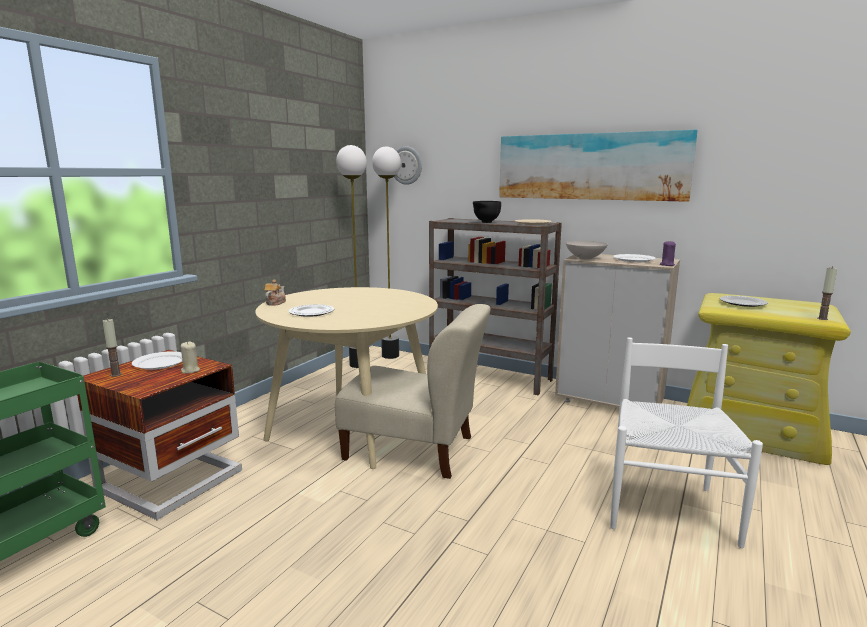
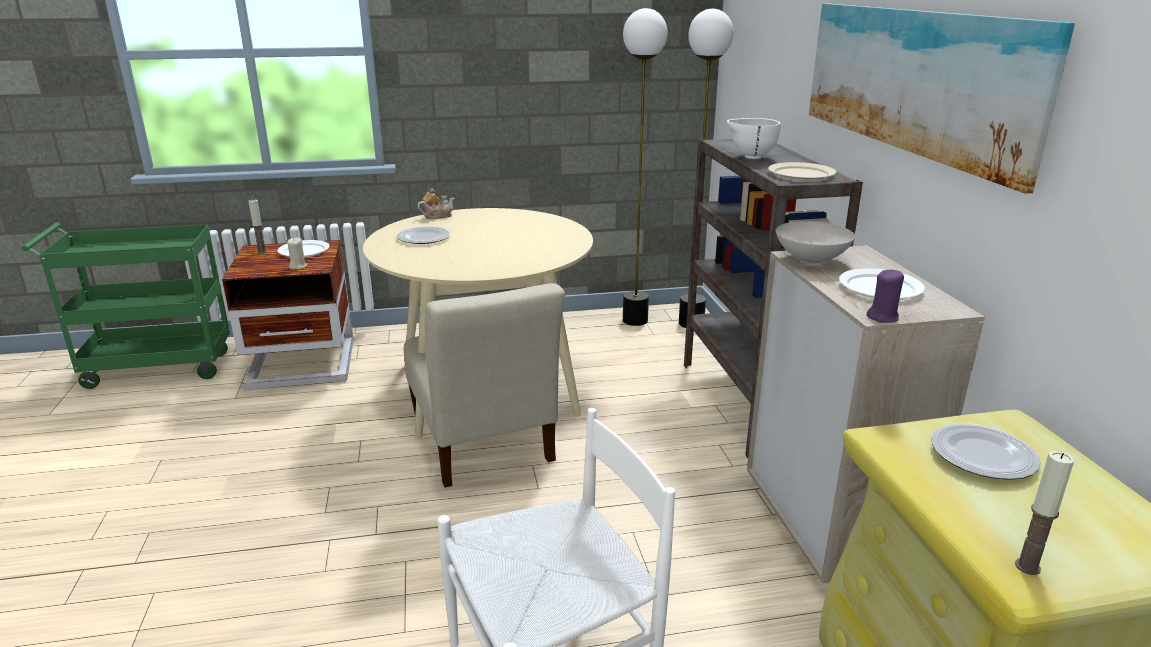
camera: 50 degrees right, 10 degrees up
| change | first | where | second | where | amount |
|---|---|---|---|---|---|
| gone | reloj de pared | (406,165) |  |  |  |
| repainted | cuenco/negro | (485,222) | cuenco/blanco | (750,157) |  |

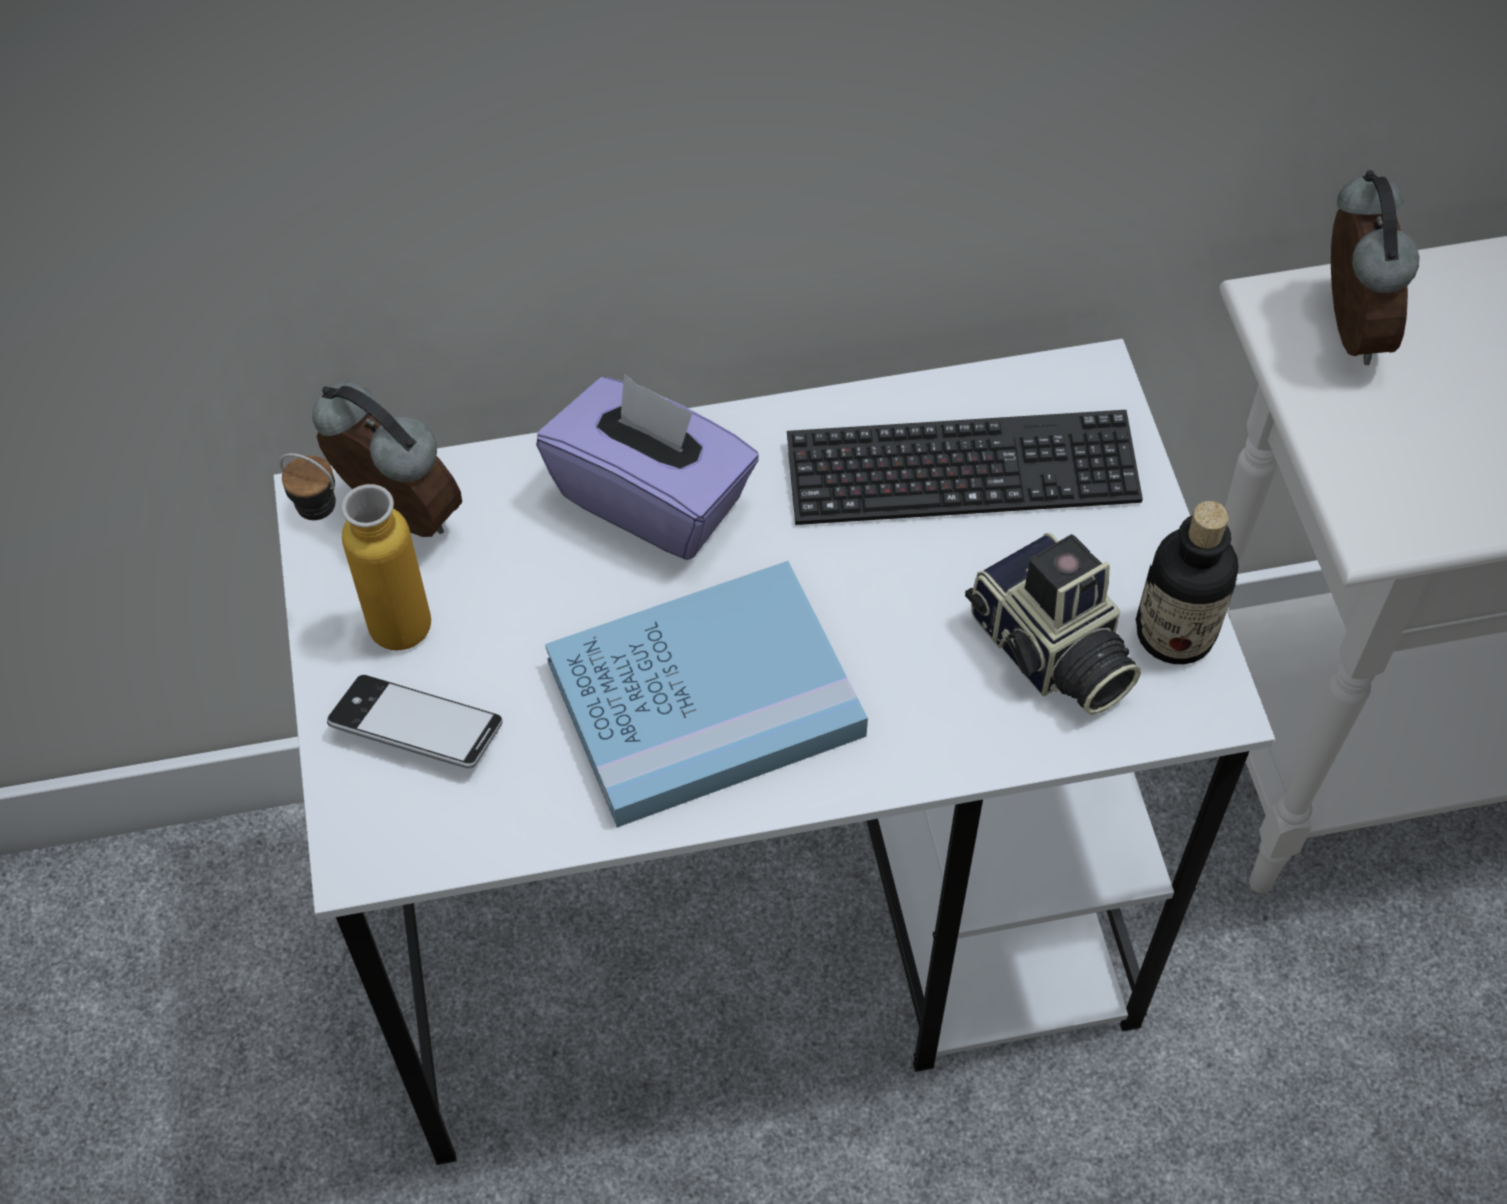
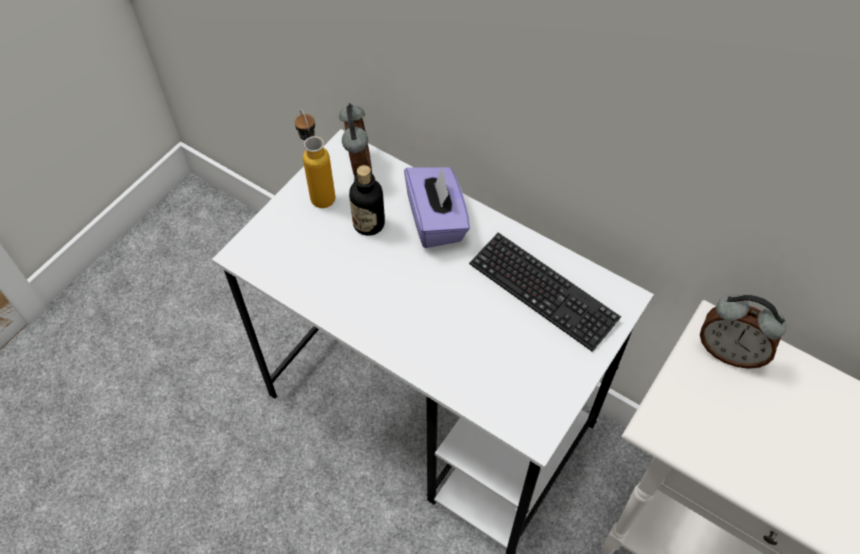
camera: 45 degrees right, 0 degrees up
| change | first | where | second | where | amount |
|---|---|---|---|---|---|
| gone | móvil | (417,729) |  |  |  |
| gone | libro/azul | (705,699) |  |  |  |
| gone | cámara | (1049,654) |  |  |  |
| shifted | botella | (1175,634) |  | (369,224) |  |
| rotated | despertador | (1345,329) |  | (729,351) | 75 degrees clockwise |

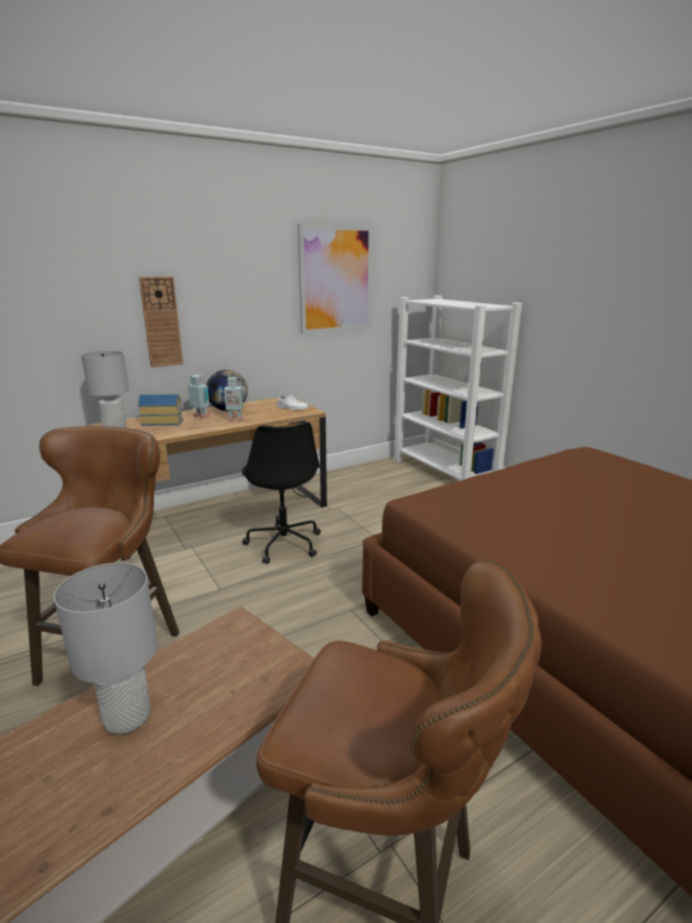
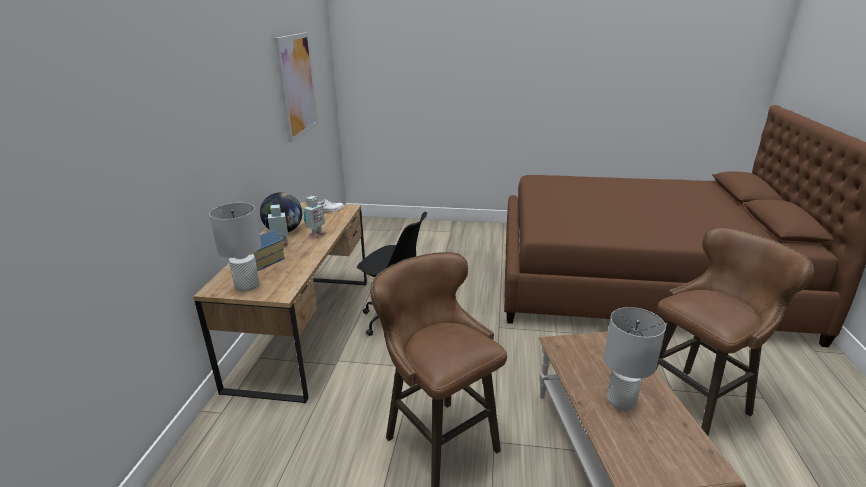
camera: 50 degrees left, 5 degrees up
| change | first | where | second | where | amount |
|---|---|---|---|---|---|
| gone | reloj de pared | (161,322) |  |  |  |
| gone | estantería/blanco | (444,472) |  |  |  |

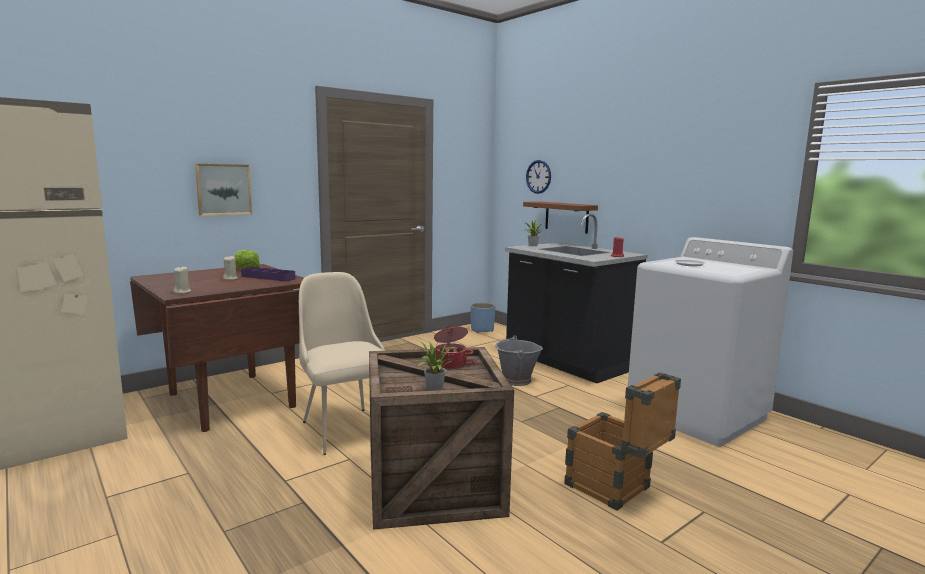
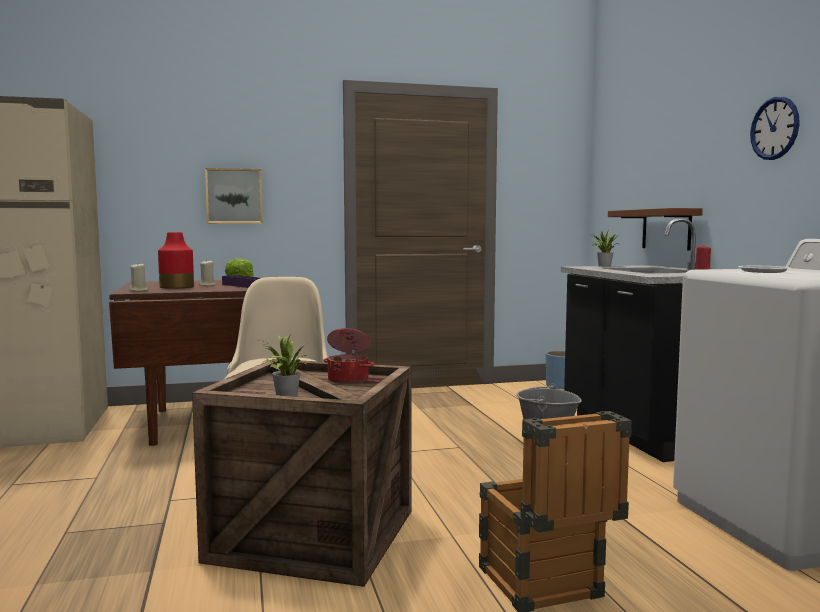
camera: 25 degrees right, 5 degrees down
| change | first | where | second | where | amount |
|---|---|---|---|---|---|
| new |  |  | florero/rojo | (176,287) |  |
| shifted | reloj de pared | (538,176) |  | (774,128) |  |

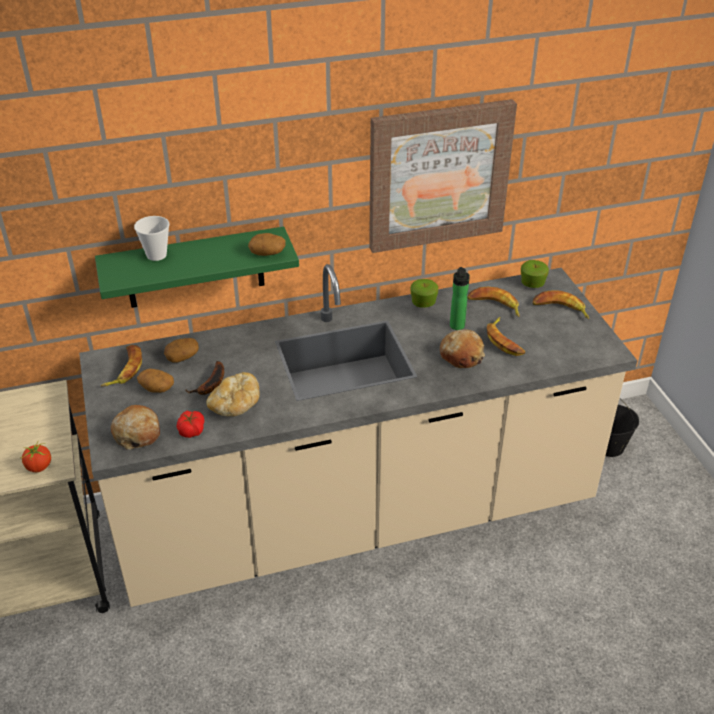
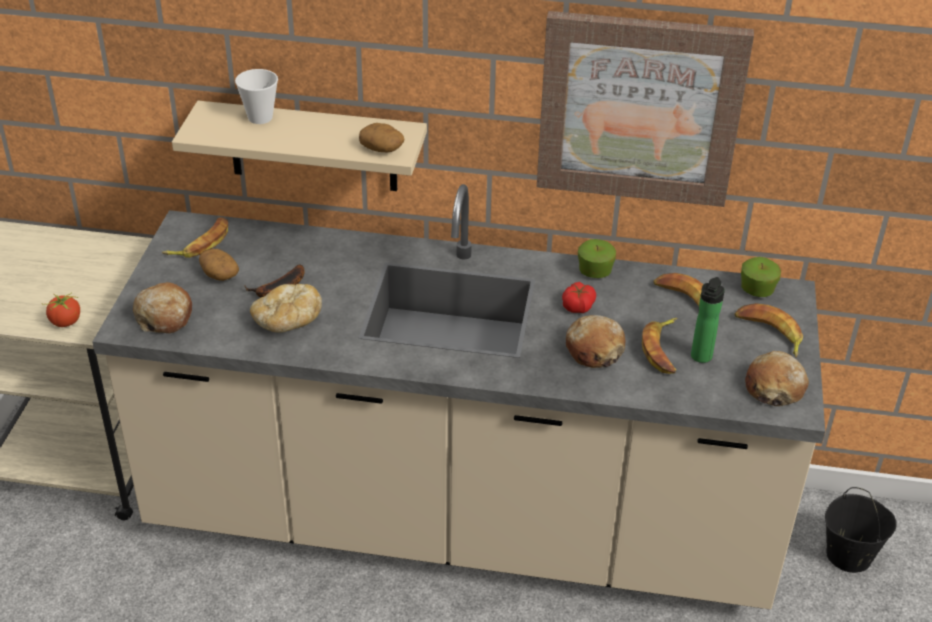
camera: 25 degrees right, 0 degrees up
| change | first | where | second | where | amount |
|---|---|---|---|---|---|
| gone | patata | (182,357) |  |  |  |
| new |  |  | pan | (774,387) |  |
| shifted | tomate | (191,430) |  | (578,305) |  |
| shifted | botella | (457,327) |  | (700,358) |  |
| repainted | estante/verde | (195,268) | estante/beis | (313,146) |  |

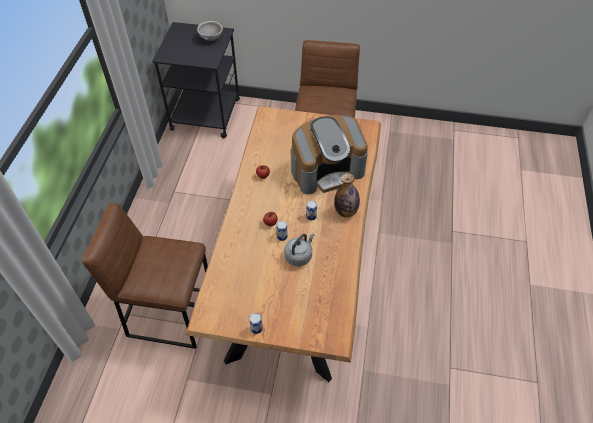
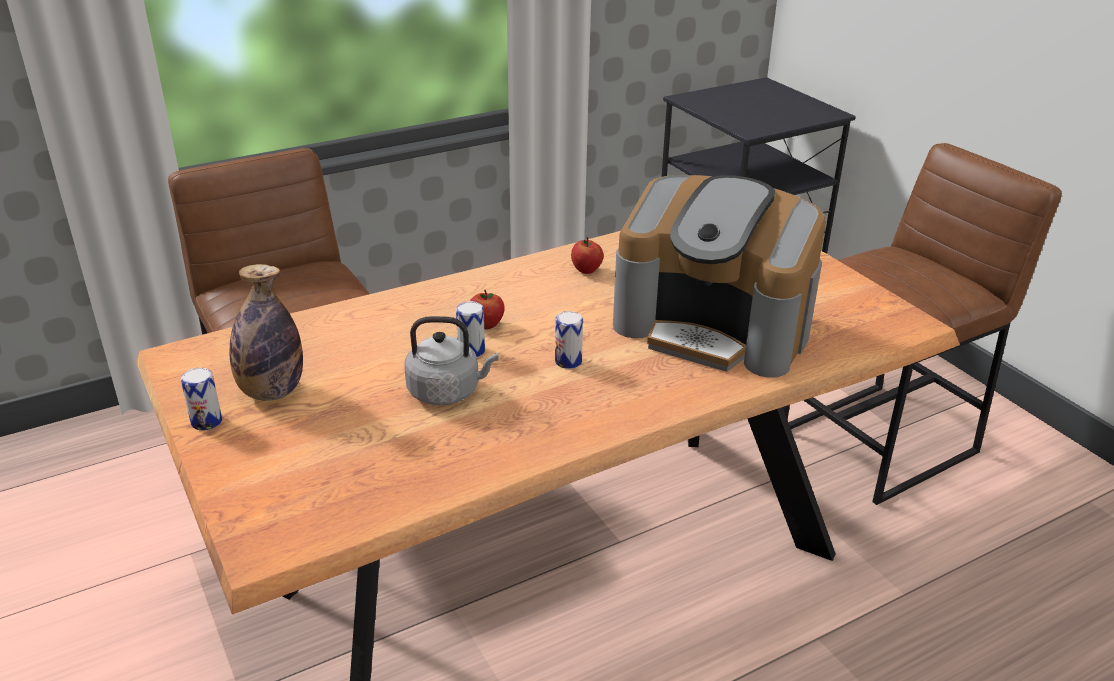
camera: 50 degrees right, 20 degrees down
| change | first | where | second | where | amount |
|---|---|---|---|---|---|
| gone | cuenco/gris | (211,38) |  |  |  |
| shifted | botella | (346,211) |  | (271,392) |  |

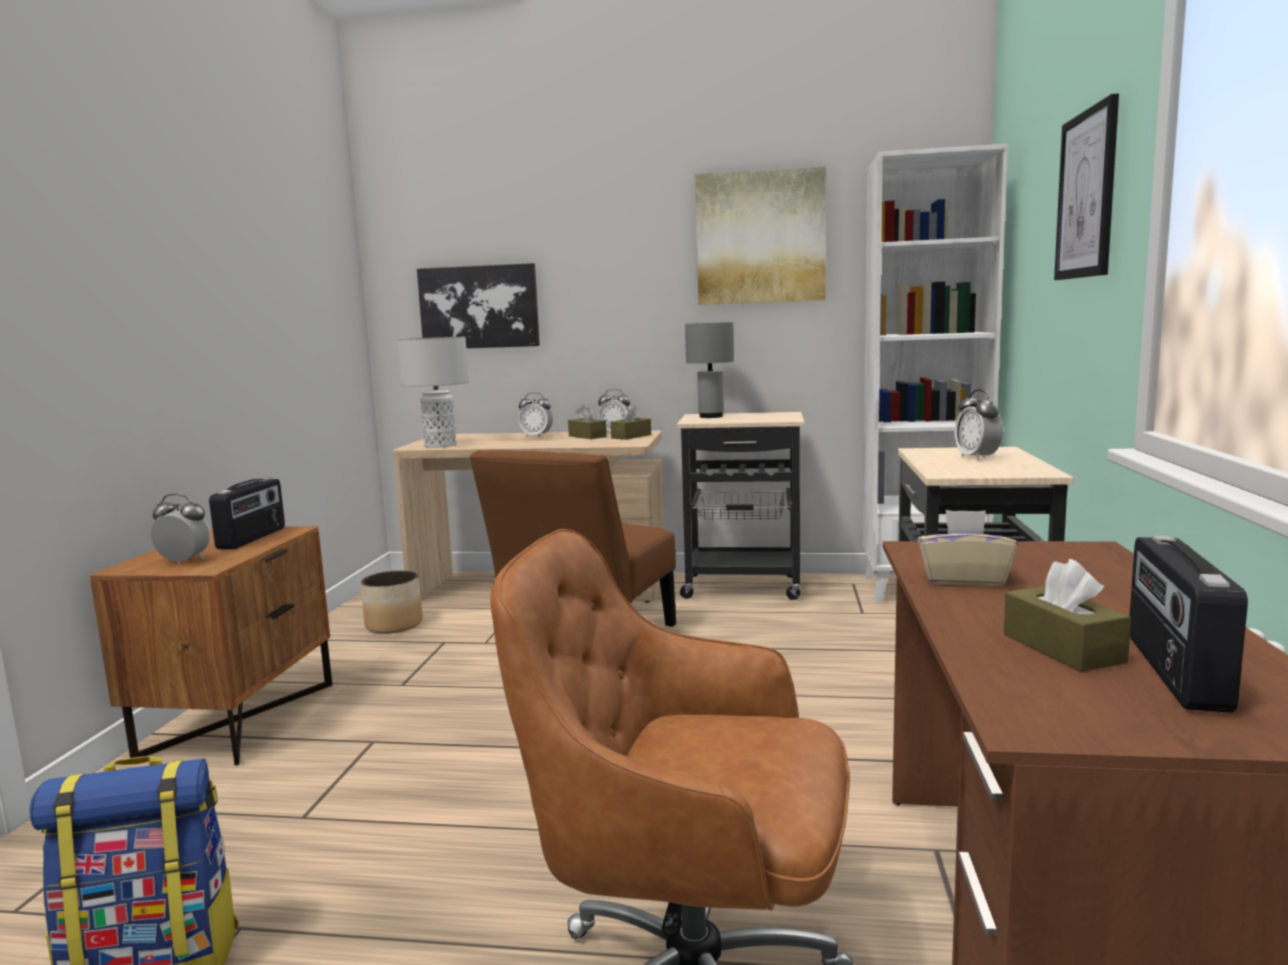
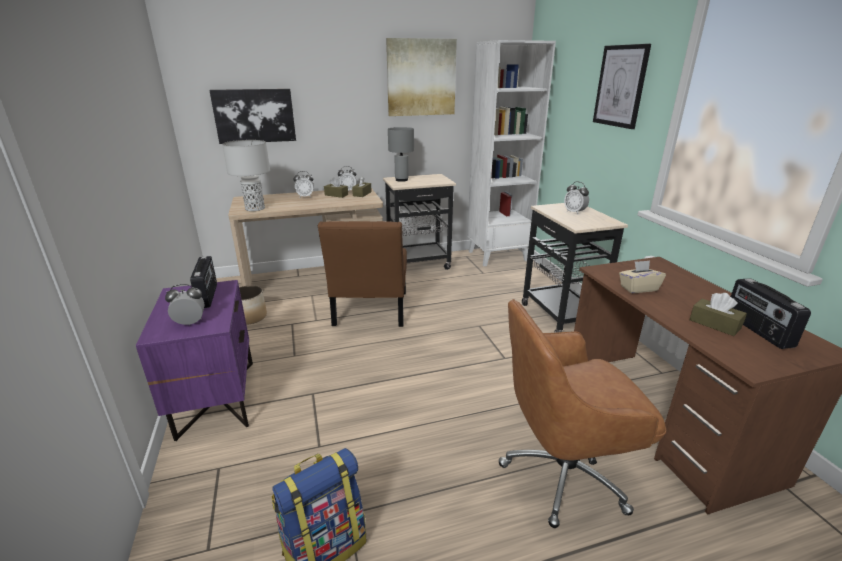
camera: 25 degrees left, 15 degrees up
| change | first | where | second | where | amount |
|---|---|---|---|---|---|
| repainted | mesita de noche/marrón | (238,719) | mesita de noche/morado | (216,398) |  |

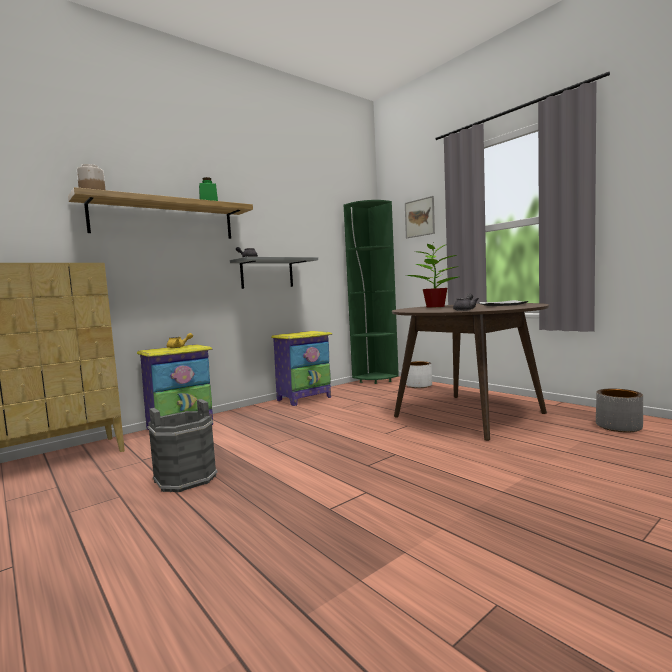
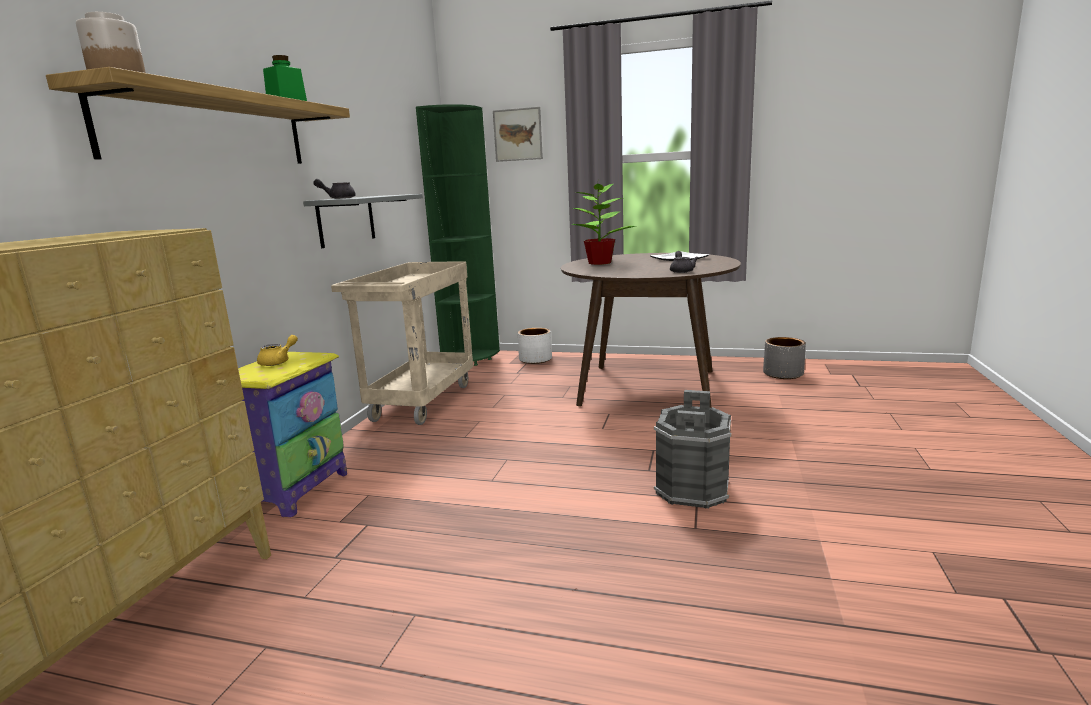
camera: 35 degrees left, 10 degrees up
| change | first | where | second | where | amount |
|---|---|---|---|---|---|
| shifted | cubo/gris | (186,479) |  | (692,489) |  |
| swapped | mesita de noche | (306,399) | carrito/beis | (420,405) |  |

